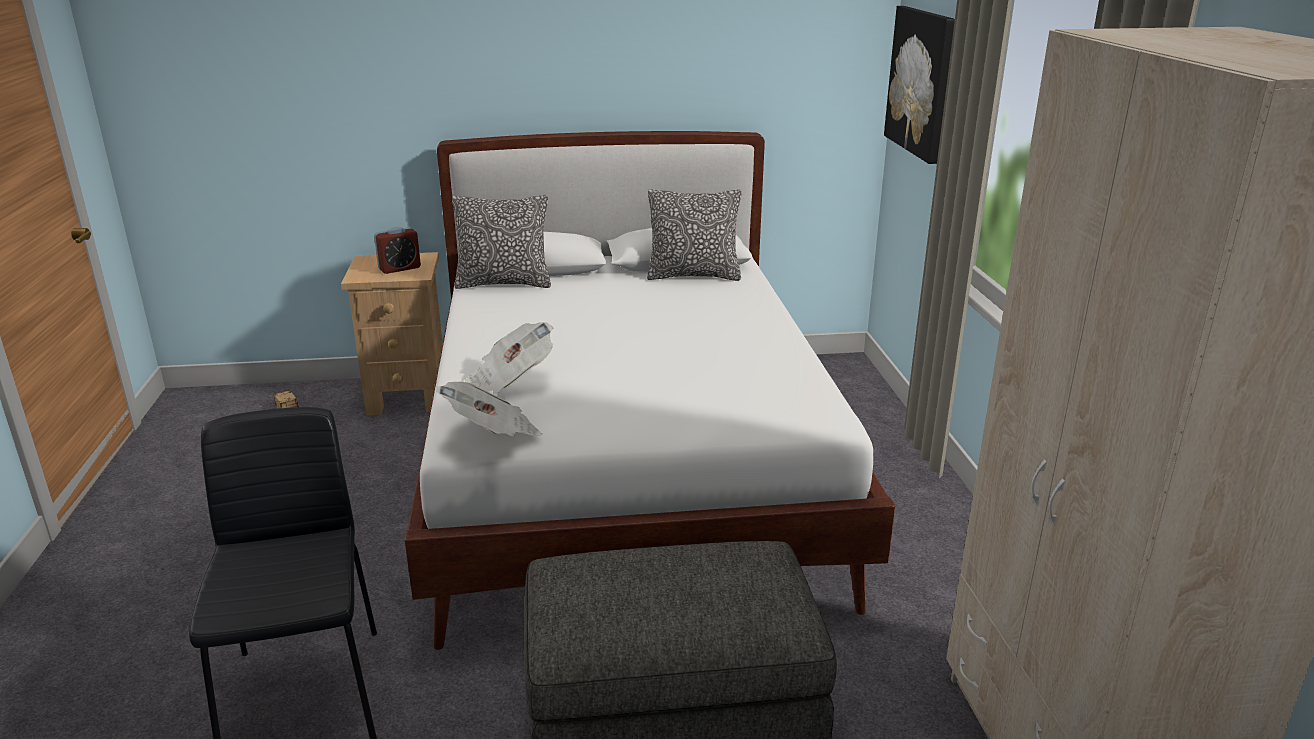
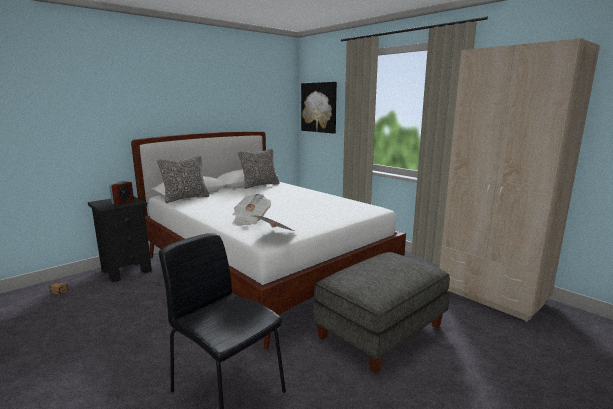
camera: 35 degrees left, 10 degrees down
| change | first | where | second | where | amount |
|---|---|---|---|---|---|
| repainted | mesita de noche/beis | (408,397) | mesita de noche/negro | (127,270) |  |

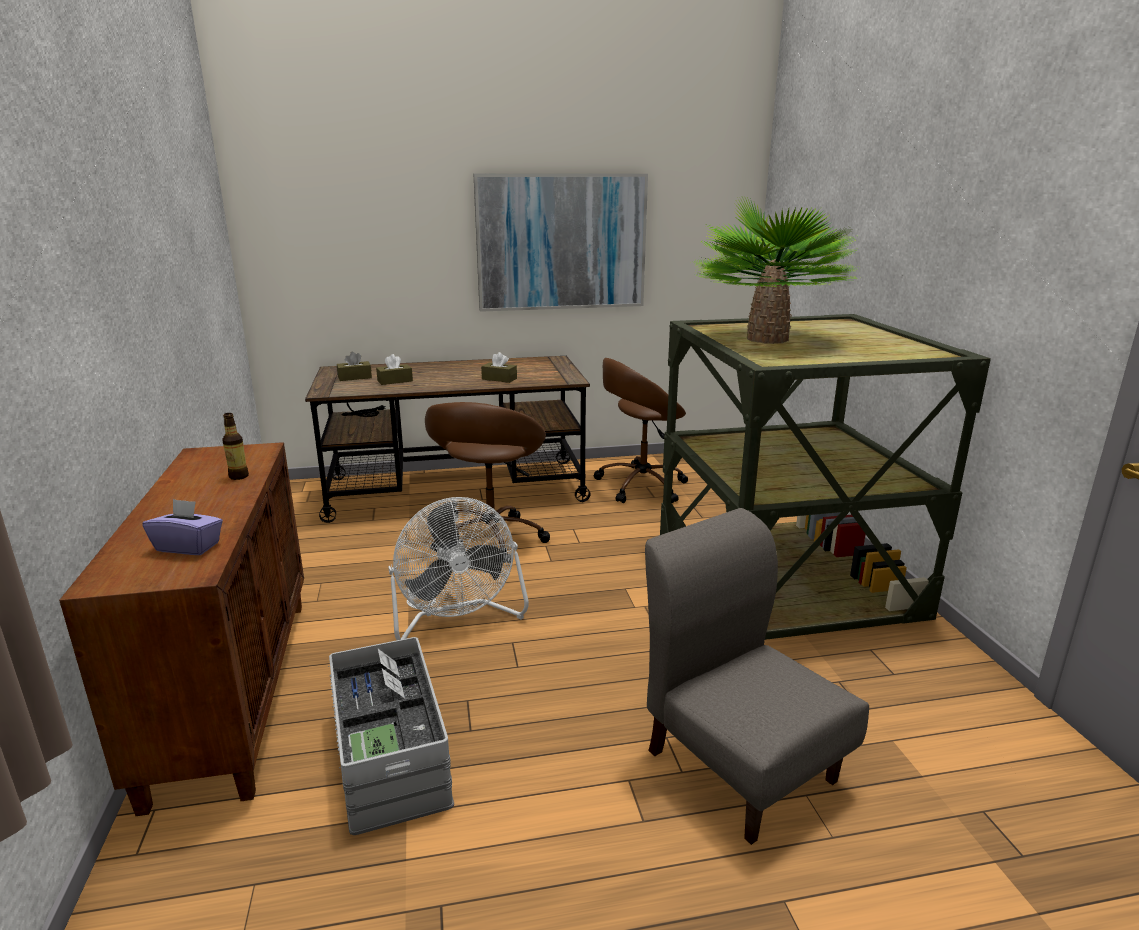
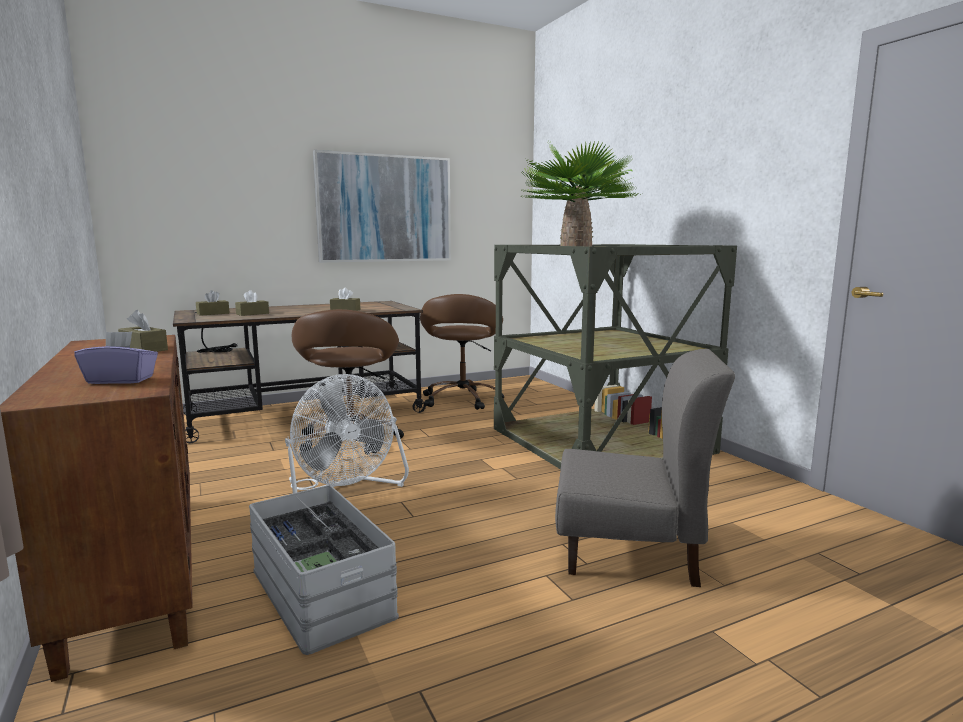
camera: 15 degrees left, 10 degrees down
| change | first | where | second | where | amount |
|---|---|---|---|---|---|
| swapped | botella | (239,476) | caja de pañuelos/marrón | (144,349) |  |
| rotated | silla de oficina/marrón | (639,486) |  | (461,400) | 45 degrees counterclockwise |
| rotated | silla/gris | (740,764) |  | (629,552) | 150 degrees clockwise |

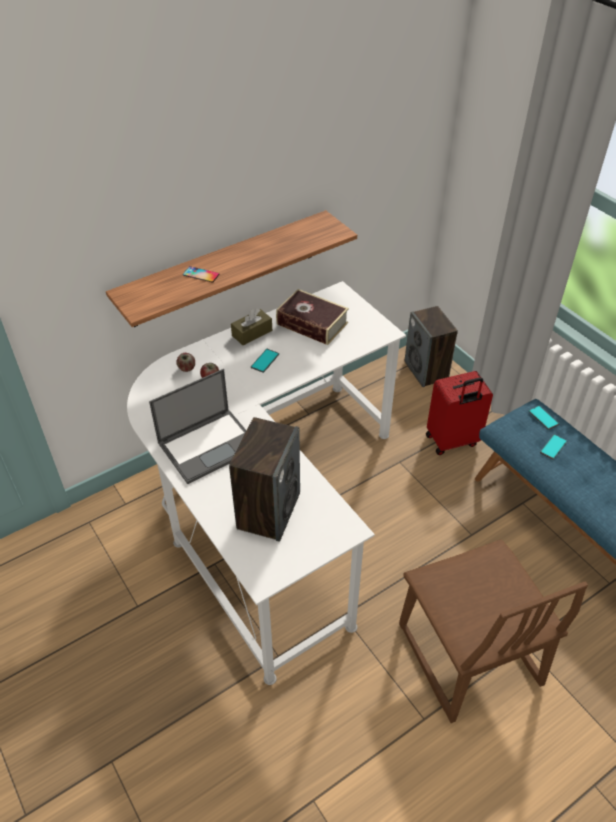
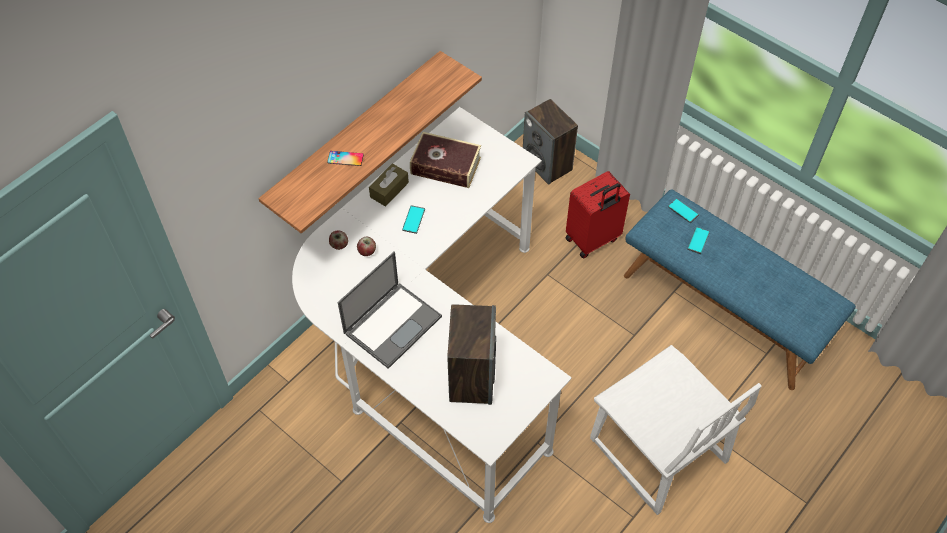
camera: 15 degrees left, 10 degrees up
| change | first | where | second | where | amount |
|---|---|---|---|---|---|
| repainted | silla/marrón | (467,655) | silla/blanco | (657,451) |  |

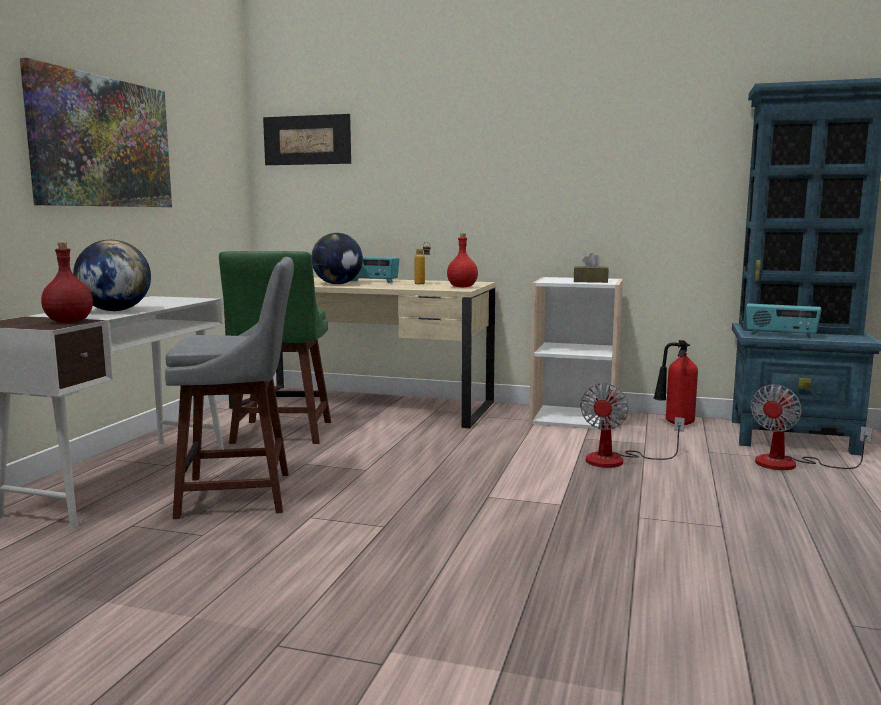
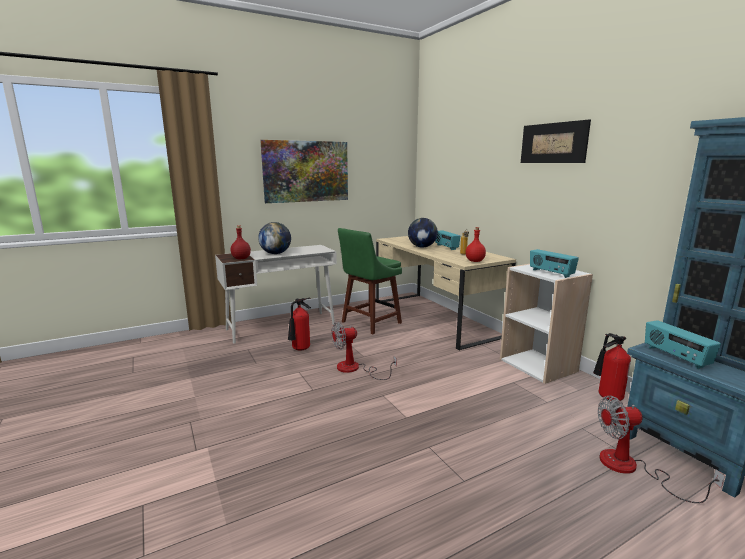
camera: 45 degrees right, 5 degrees up
| change | first | where | second | where | amount |
|---|---|---|---|---|---|
| shifted | cuadro | (307,140) |  | (553,143) |  |
| shifted | ventilador | (617,460) |  | (355,369) |  |
| swapped | silla/gris | (243,494) | extintor | (300,350) |  |
| swapped | caja de pañuelos/marrón | (590,281) | radio | (550,273) |  |

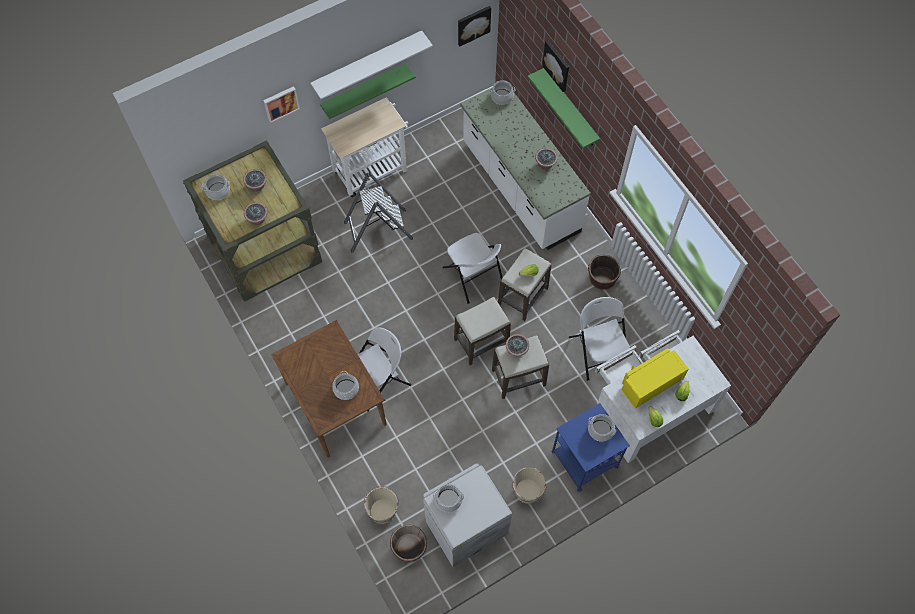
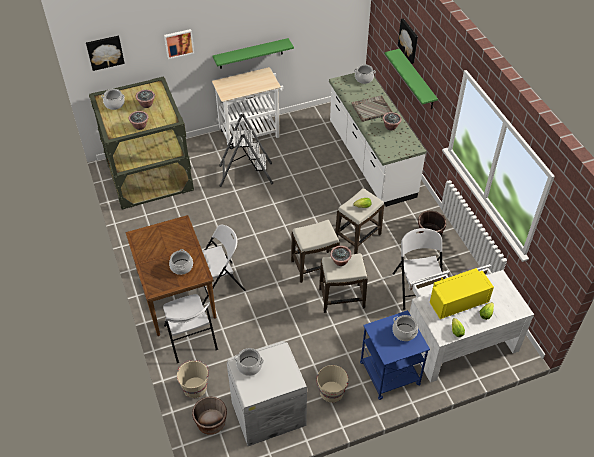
camera: 10 degrees right, 15 degrees down
| change | first | where | second | where | amount |
|---|---|---|---|---|---|
| gone | estante/blanco | (367,63) |  |  |  |
| new |  |  | bandeja/gris | (371,109) |  |
| shifted | silla/blanco | (473,276) |  | (190,338) |  |
| shifted | cuadro | (473,24) |  | (105,52) |  |

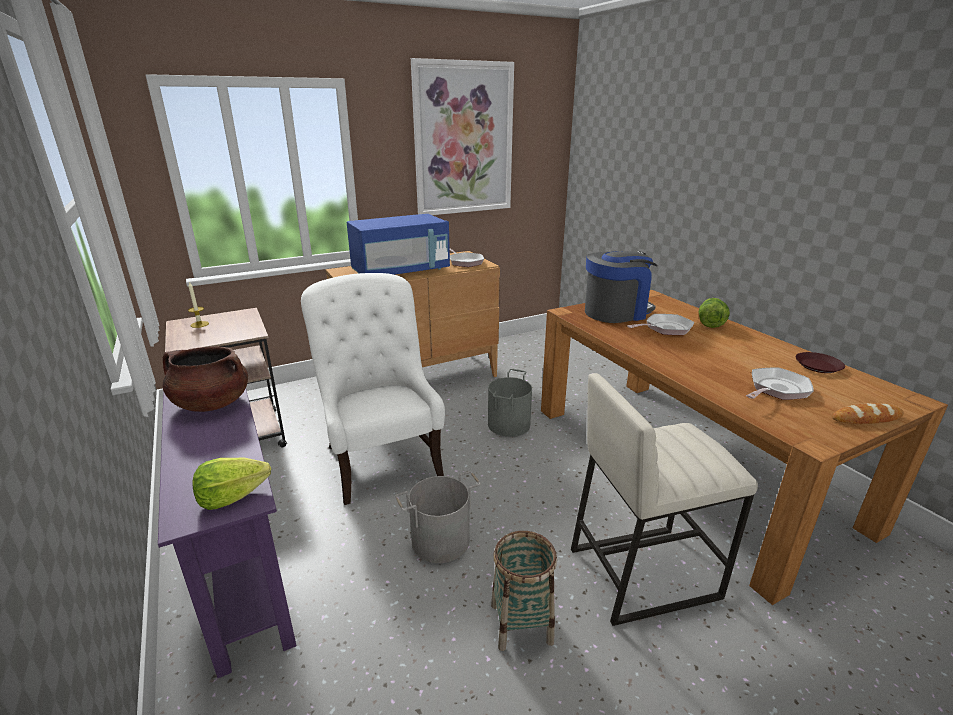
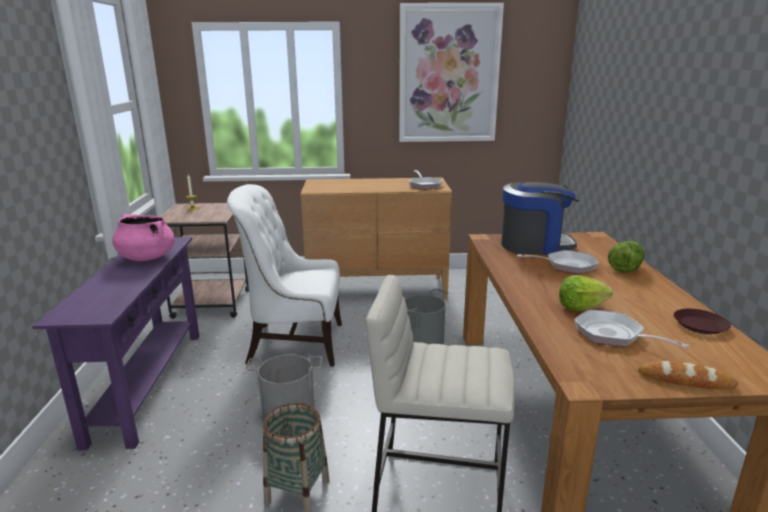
camera: 25 degrees right, 5 degrees down
| change | first | where | second | where | amount |
|---|---|---|---|---|---|
| gone | microondas/azul | (401,271) |  |  |  |
| shifted | lechuga | (232,497) |  | (581,307) |  |
| repainted | olla/marrón | (211,403) | olla/rosa | (146,257) |  |
| rotated | silla/blanco | (381,460) |  | (294,343) | 90 degrees counterclockwise |
| rotated | sartén | (776,389) |  | (613,335) | 120 degrees counterclockwise |

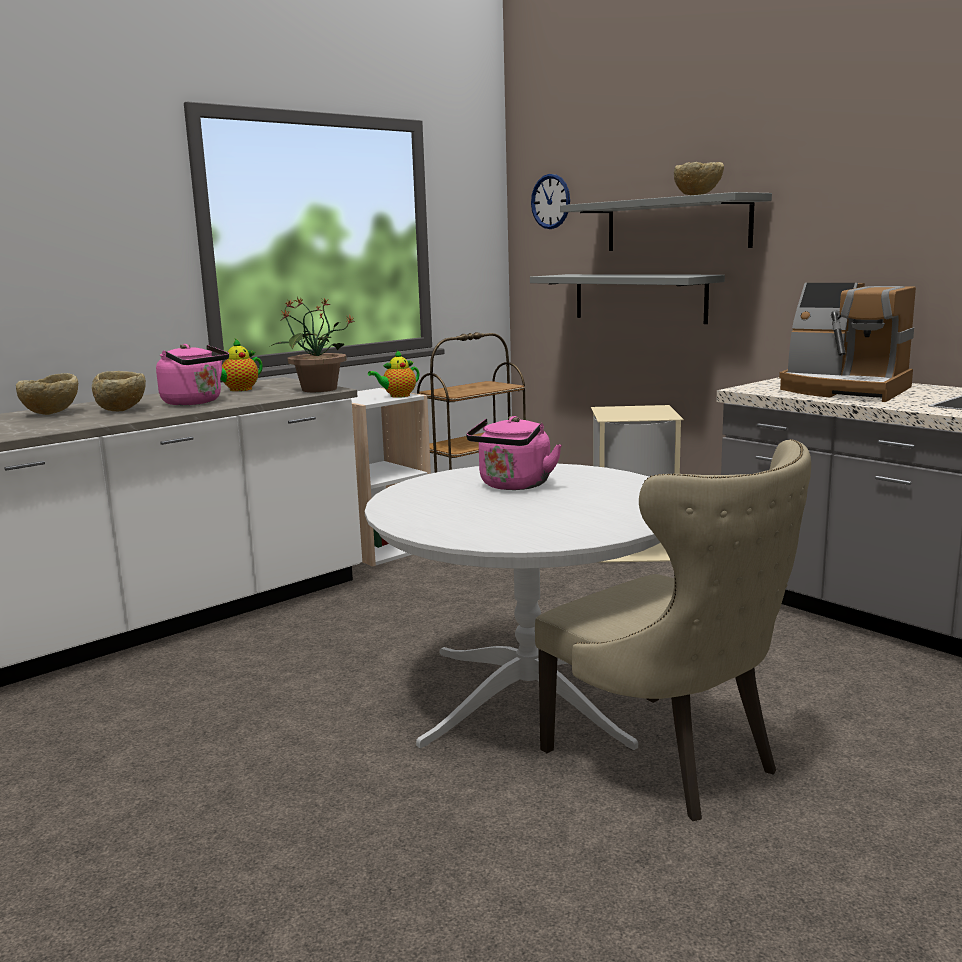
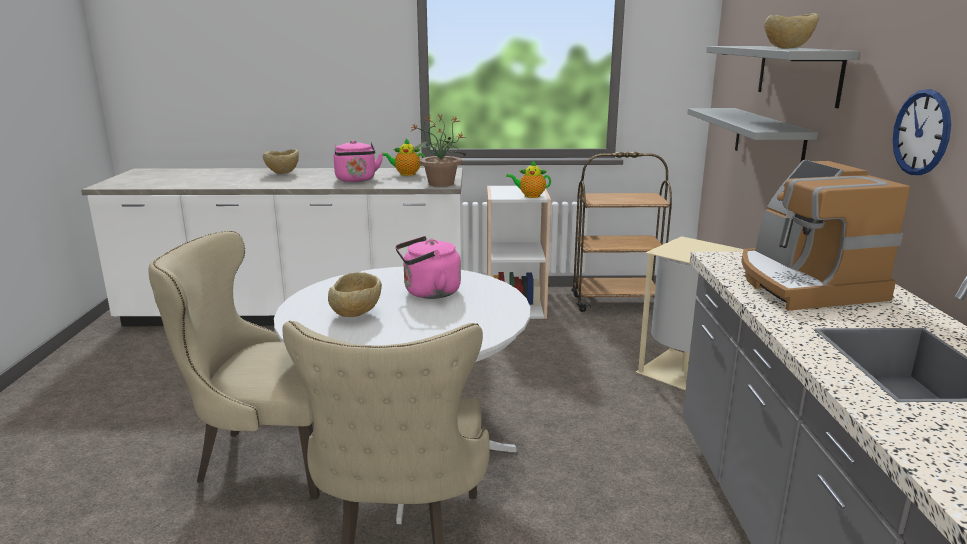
camera: 40 degrees right, 5 degrees up
| change | first | where | second | where | amount |
|---|---|---|---|---|---|
| new |  |  | silla/beis | (269,458) |  |
| shifted | cuenco/beis | (122,410) |  | (356,315) |  |
| shifted | reloj de pared | (550,201) |  | (921,132) |  |

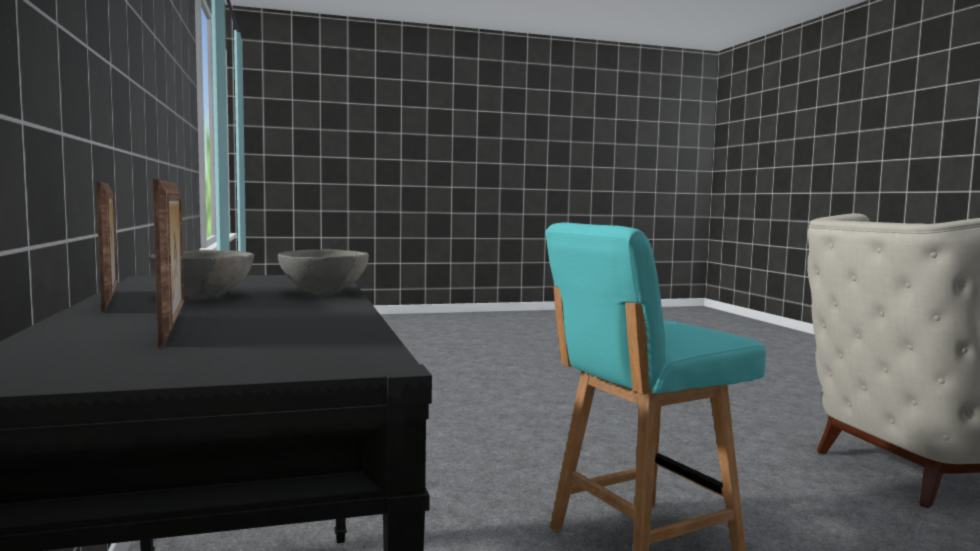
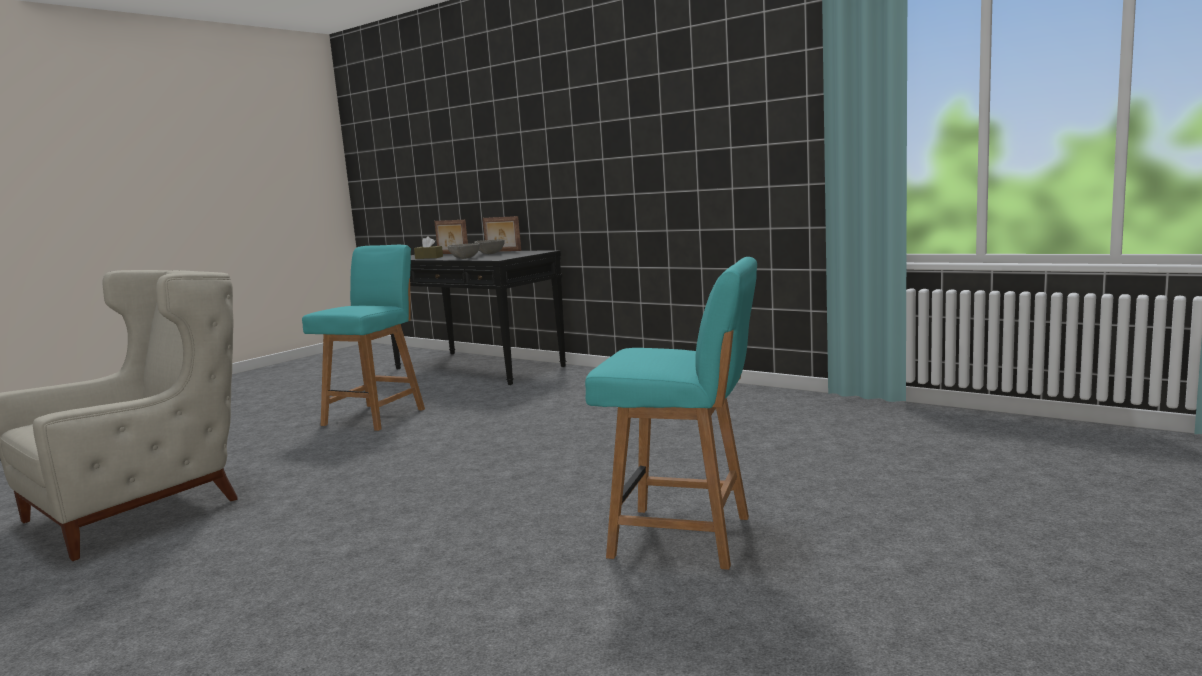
camera: 145 degrees right, 5 degrees up
| change | first | where | second | where | amount |
|---|---|---|---|---|---|
| new |  |  | caja de pañuelos/marrón | (429,257) |  |
| new |  |  | silla/turquesa | (684,537) |  |

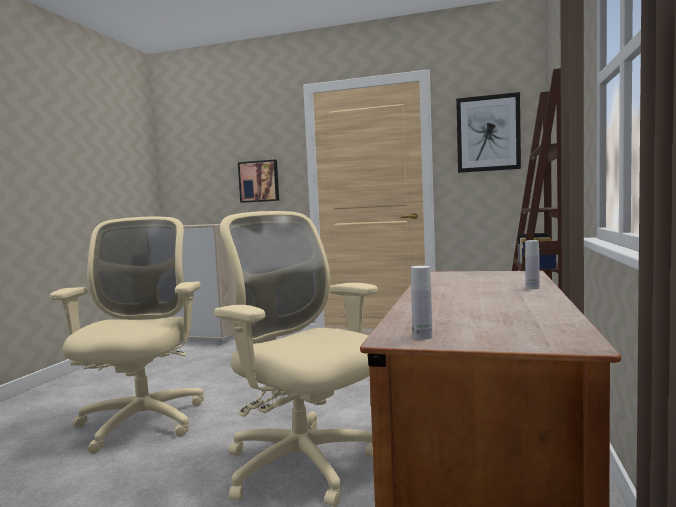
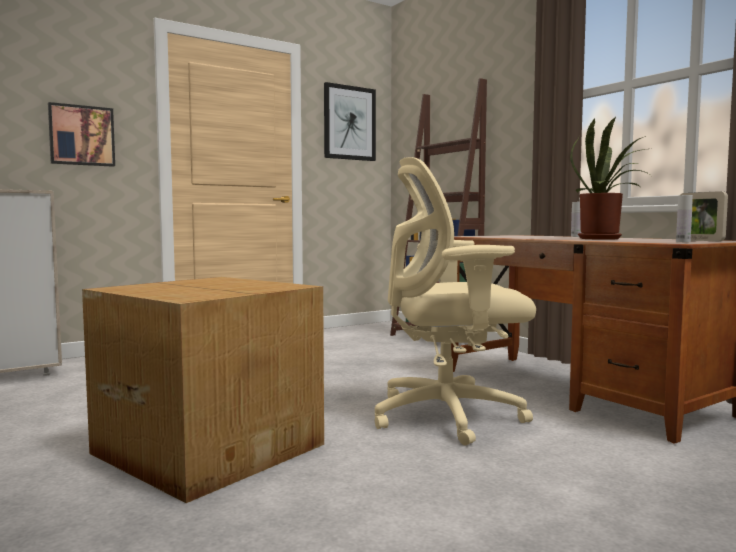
camera: 50 degrees left, 0 degrees up
| change | first | where | second | where | amount |
|---|---|---|---|---|---|
| new |  |  | planta en maceta | (604,239) |  |
| new |  |  | portarretratos | (700,240) |  |
| swapped | silla de oficina/beis | (141,425) | caja de cartón | (209,447) |  |

